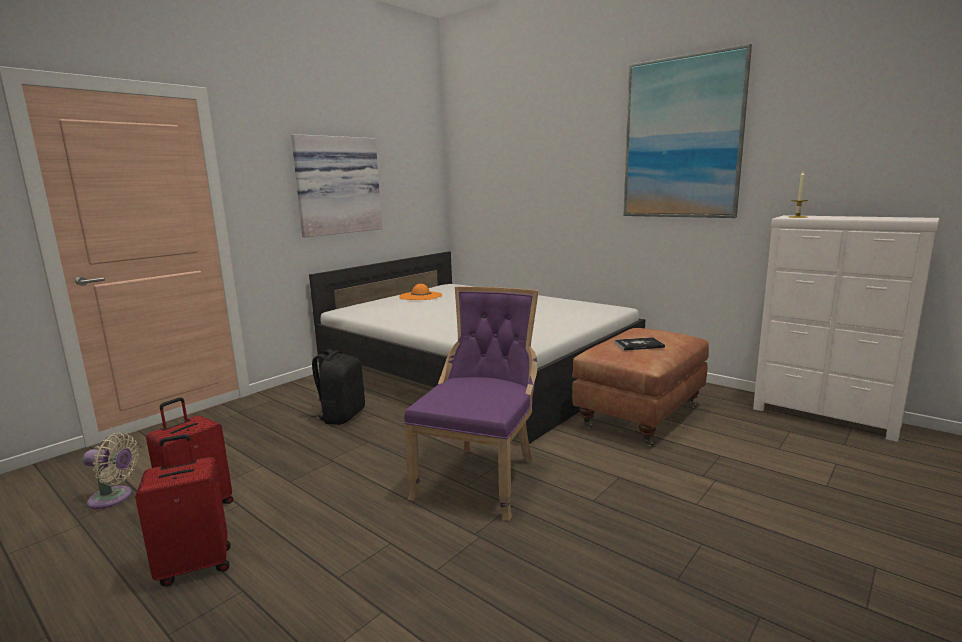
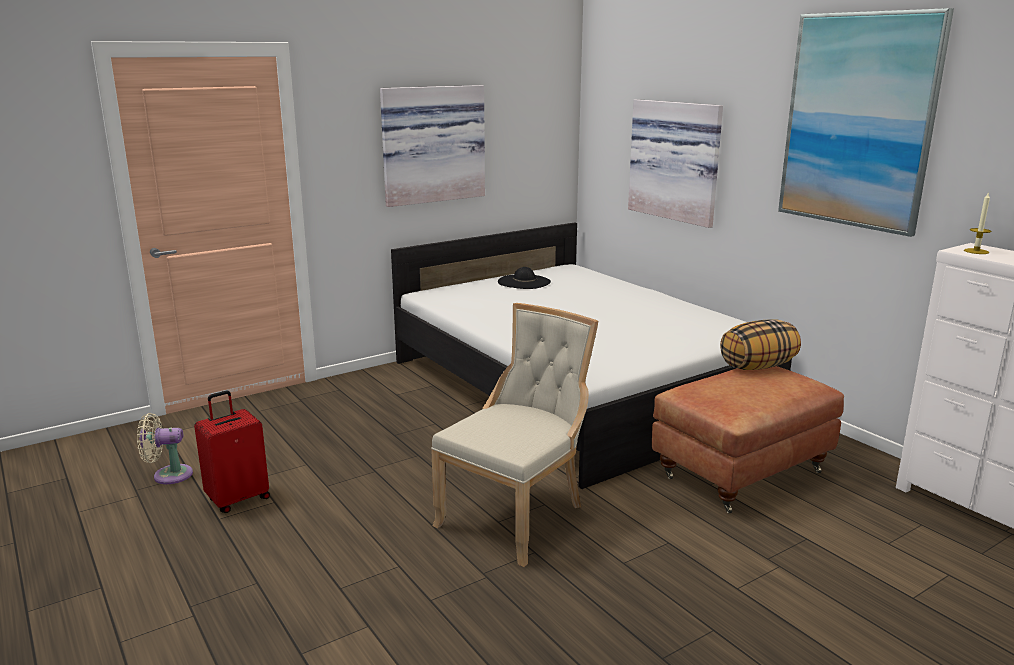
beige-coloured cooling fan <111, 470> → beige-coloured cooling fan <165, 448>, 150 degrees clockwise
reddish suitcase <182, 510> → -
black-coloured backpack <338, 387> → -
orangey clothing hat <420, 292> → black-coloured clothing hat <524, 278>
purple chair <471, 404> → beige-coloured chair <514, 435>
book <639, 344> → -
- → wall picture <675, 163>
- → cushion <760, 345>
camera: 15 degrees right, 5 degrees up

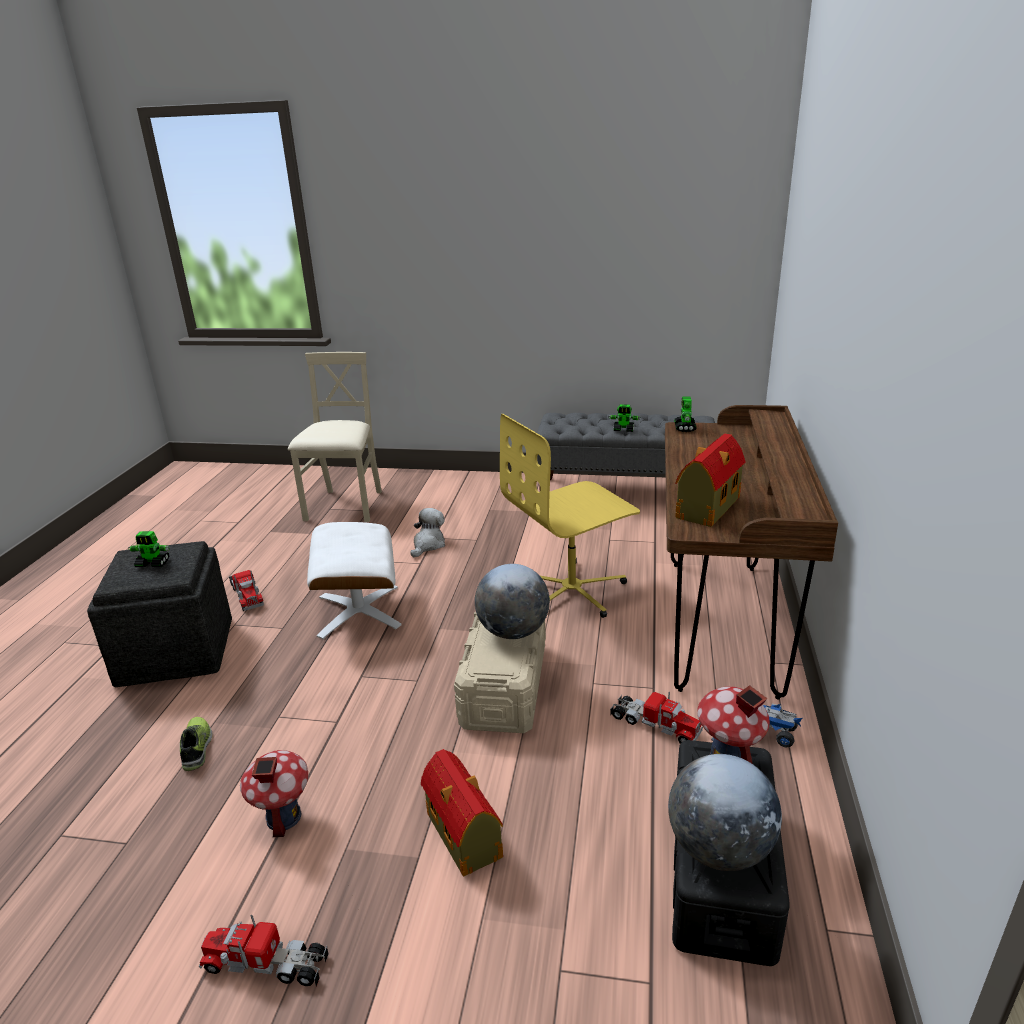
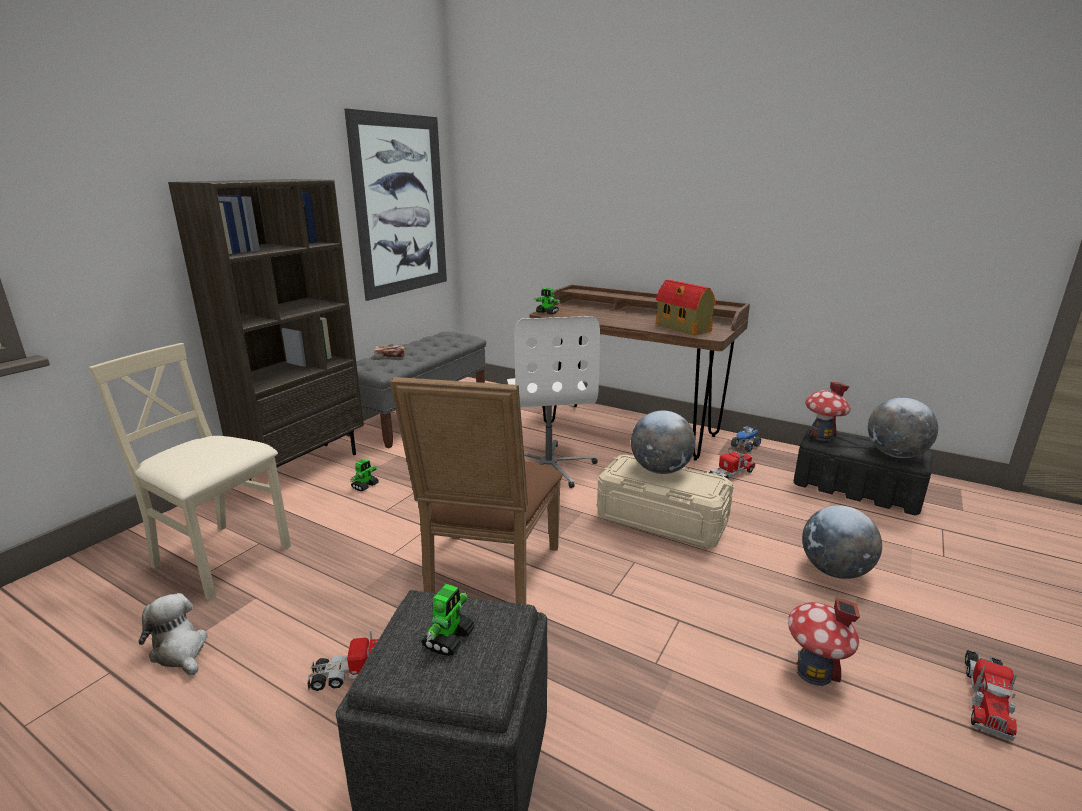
low shoe <196, 744> → -
white-coloured pouffe <354, 580> → brownish chair <476, 490>
plush toy <427, 532> → plush toy <173, 634>, move
toy house <462, 812> → world globe <842, 542>
yellowish desk chair <570, 516> → white-coloured desk chair <553, 402>
robot figure <624, 418> → robot figure <364, 475>, move
- → brownish shelving unit <266, 330>
- → wall picture <395, 205>
- → book <389, 351>
camera: 70 degrees left, 5 degrees down

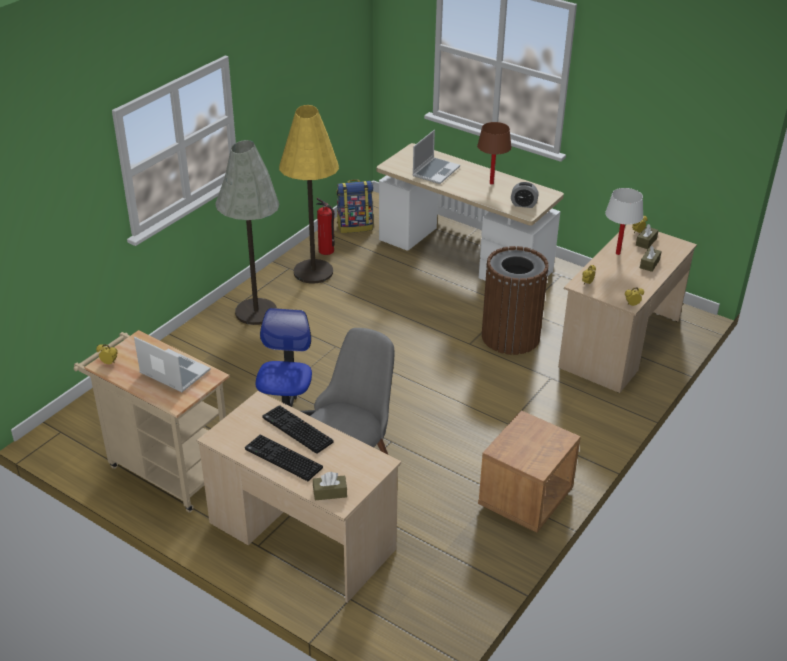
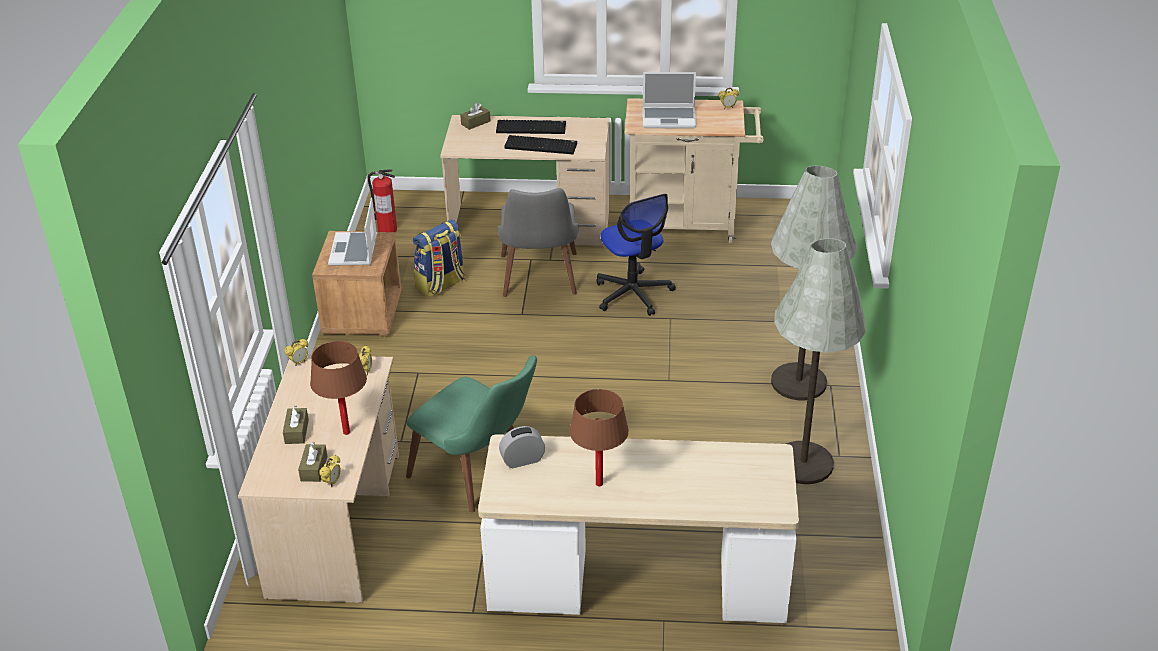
yellowish standing lamp <309, 194> → greyish standing lamp <819, 361>
extinguisher <325, 226> → extinguisher <382, 200>, move
backpack <354, 206> → backpack <439, 258>, move
notebook computer <436, 157> → notebook computer <352, 231>, move
brownish waste bin <515, 300> → greenish chair <471, 434>
white-coloured lamp for a table <624, 221> → brownish lamp for a table <338, 388>
camera: 150 degrees right, 0 degrees up

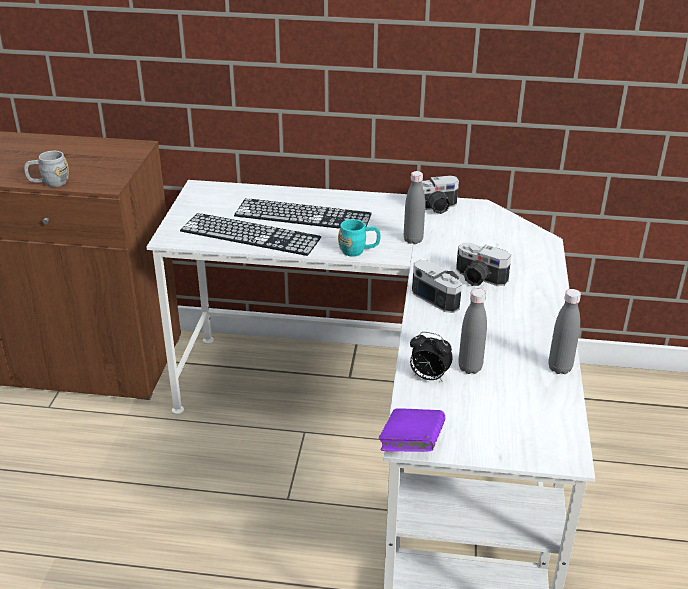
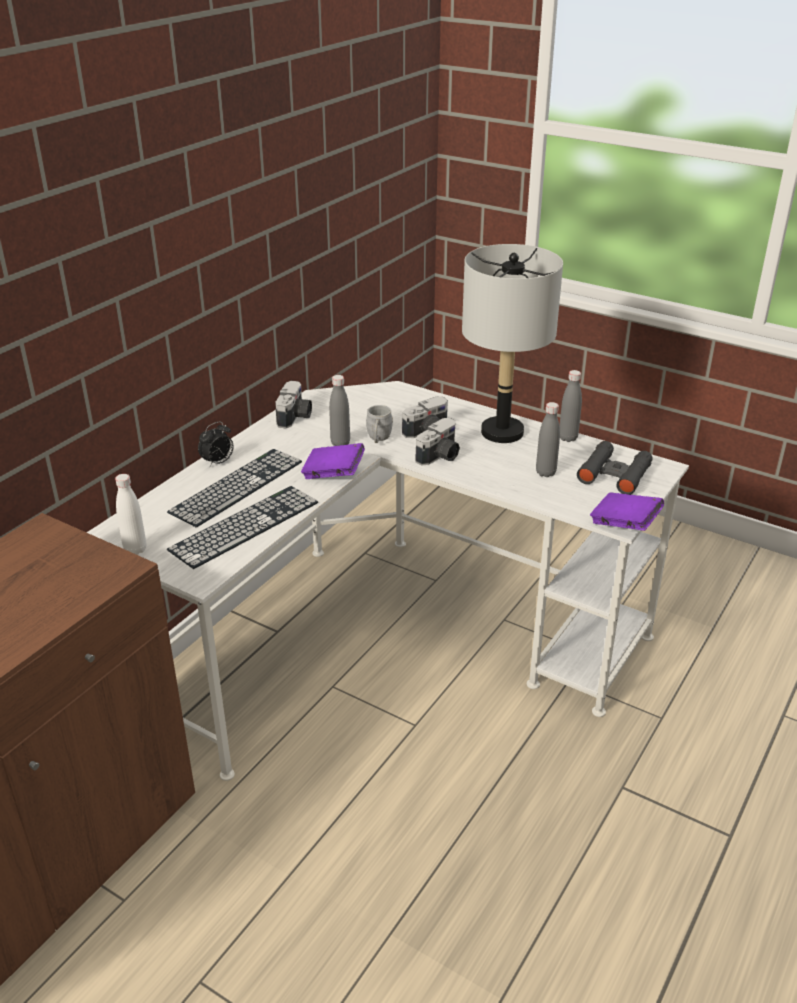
greyish mug <46, 169> → greyish mug <379, 424>, move
blue-green mug <359, 237> → purple book <333, 461>
bedside clock <431, 357> → bedside clock <216, 444>, move
photo camera <437, 286> → photo camera <437, 442>, 150 degrees clockwise
- → white-coloured drink bottle <130, 514>
- → greyish lamp for a table <512, 343>
- → black-coloured binoculars <615, 468>
camera: 65 degrees left, 0 degrees up

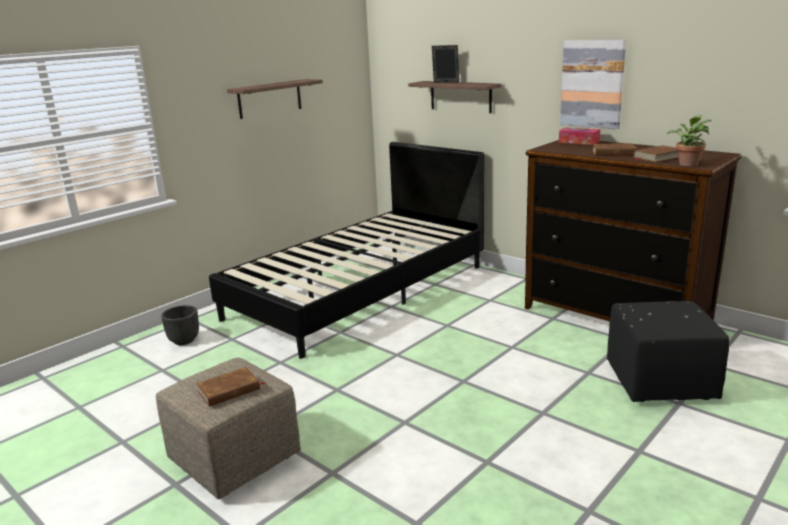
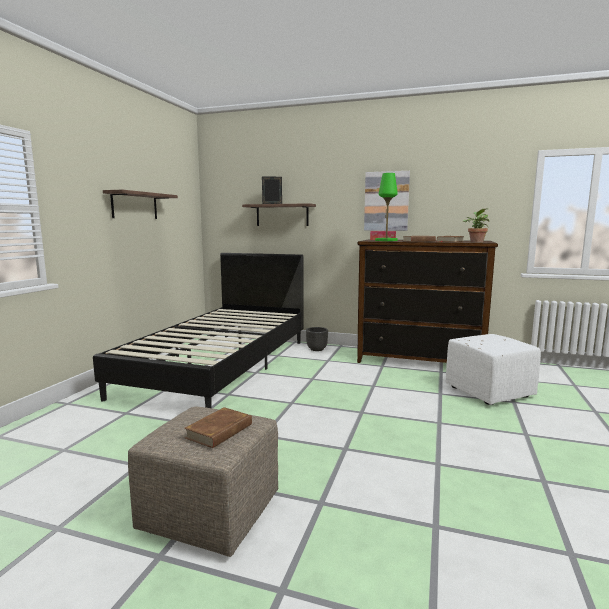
black-coloured planter <180, 325> → black-coloured planter <317, 339>, move
black-coloured pouffe <668, 351> → white-coloured pouffe <493, 369>
- → greenish lamp for a table <386, 207>
camera: 25 degrees left, 10 degrees down

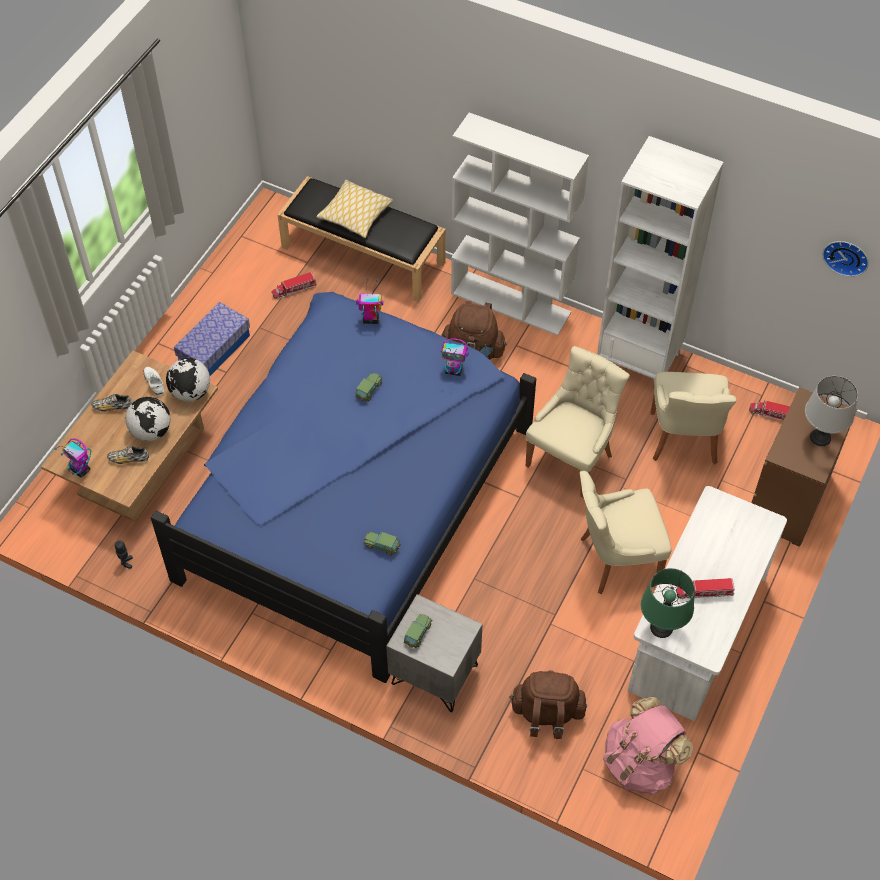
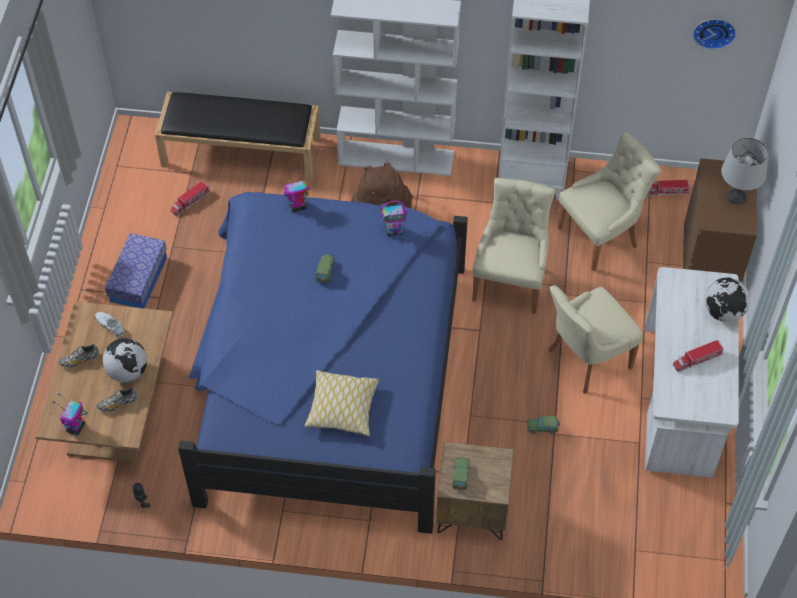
robot figure <73, 457> → robot figure <70, 414>, 90 degrees clockwise
world globe <188, 380> → world globe <727, 300>, move
cushion <354, 209> → cushion <342, 403>, move
toy car <381, 544> → toy car <543, 425>, move
greyish nightstand <434, 653> → brownish nightstand <474, 491>
brownish backpack <548, 704> → -
pinkish backpack <648, 746> → -
greenish lamp for a table <668, 603> → -
beige-coloured chair <694, 418> → beige-coloured chair <609, 201>, 105 degrees counterclockwise
camera: 20 degrees left, 0 degrees up

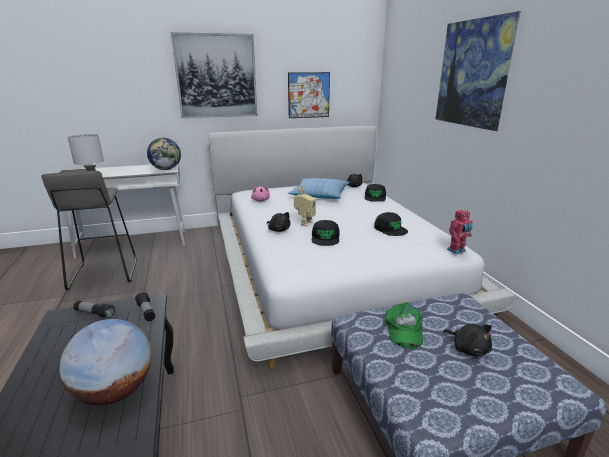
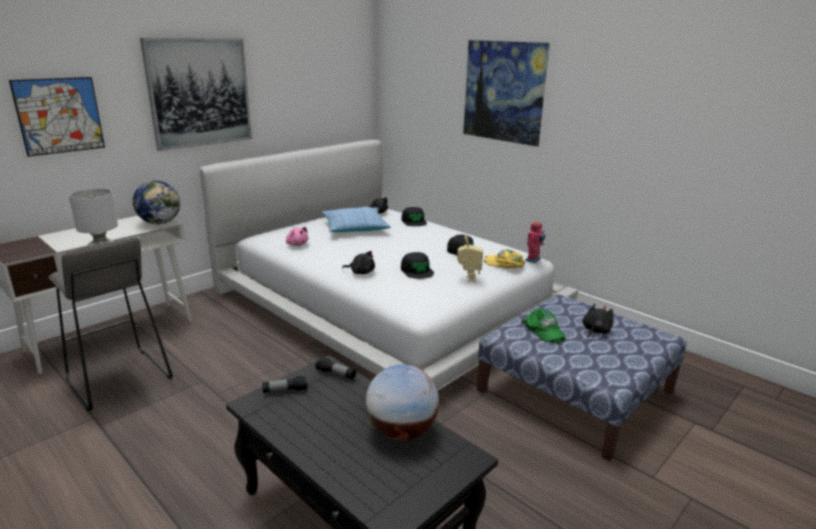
wall picture <309, 95> → wall picture <57, 117>, move
robot figure <305, 206> → robot figure <470, 258>, move
black-coloured plush toy <467, 340> → black-coloured plush toy <598, 321>, 75 degrees counterclockwise
- → yellowish cap <504, 258>
camera: 30 degrees left, 0 degrees up

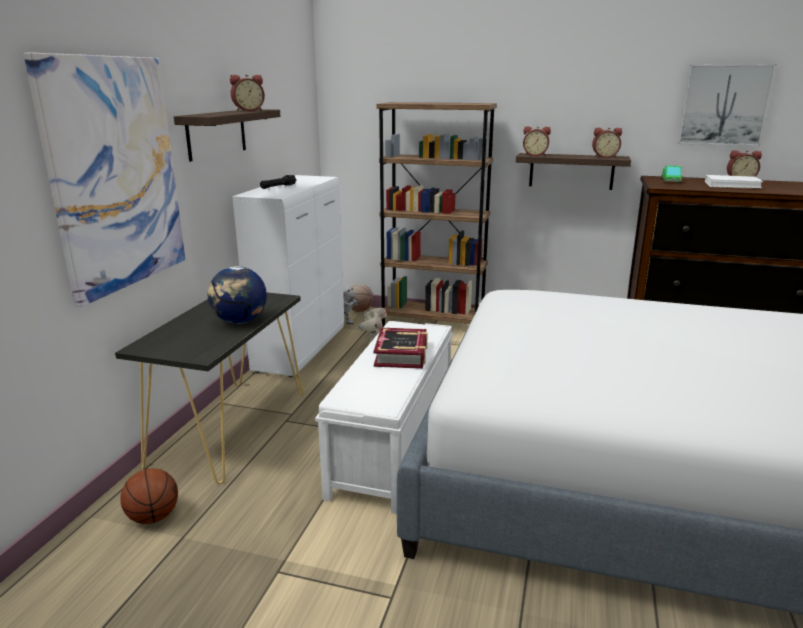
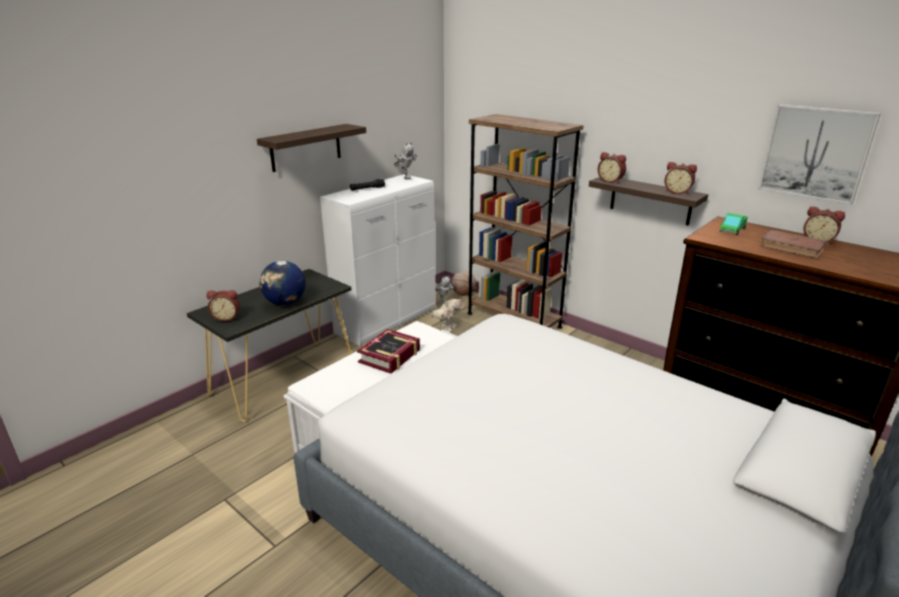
wall picture <104, 179> → -
ball for basketball <149, 496> → -
bedside clock <247, 93> → bedside clock <223, 305>, move
white-coloured book <734, 182> → brownish book <793, 244>
- → robot figure <405, 161>
camera: 25 degrees right, 5 degrees up

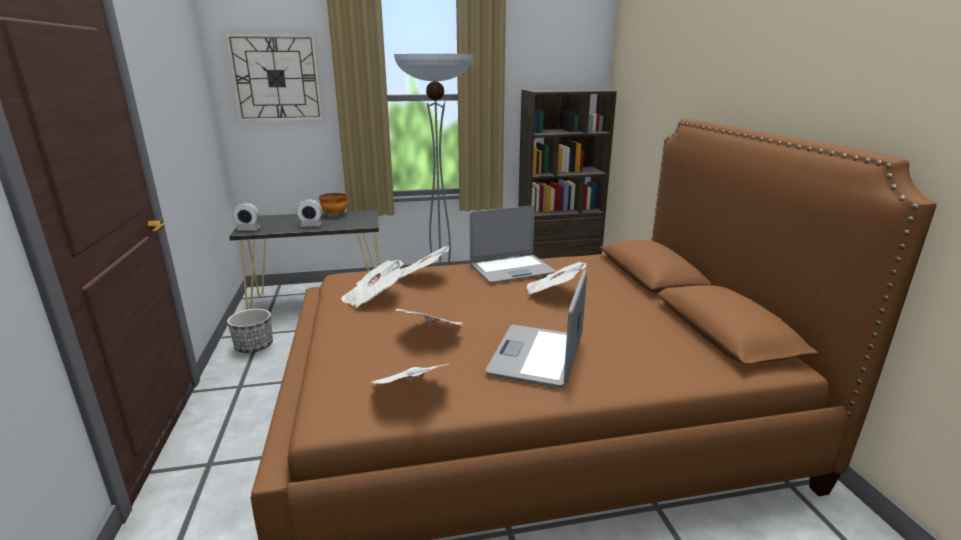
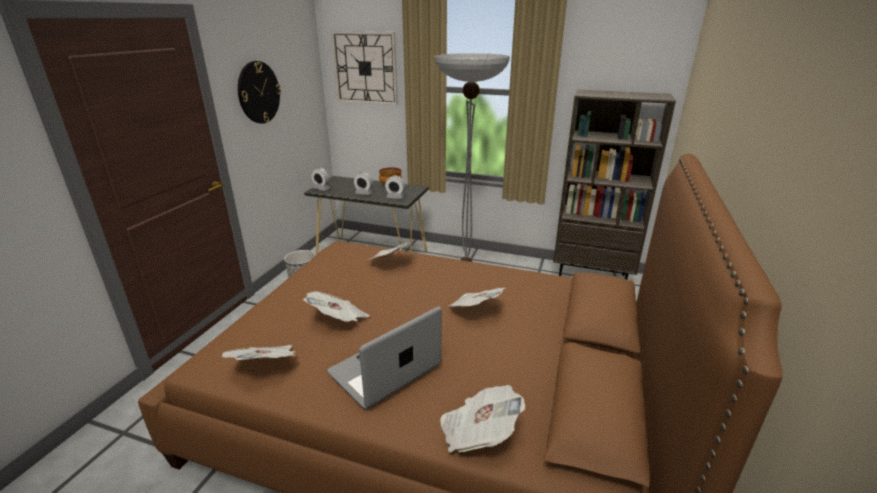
printed paper <372, 283> → printed paper <482, 418>, move
notebook computer <513, 244> → -
- → clock on the wall <259, 92>
- → bedside clock <395, 187>
camera: 30 degrees right, 5 degrees up

